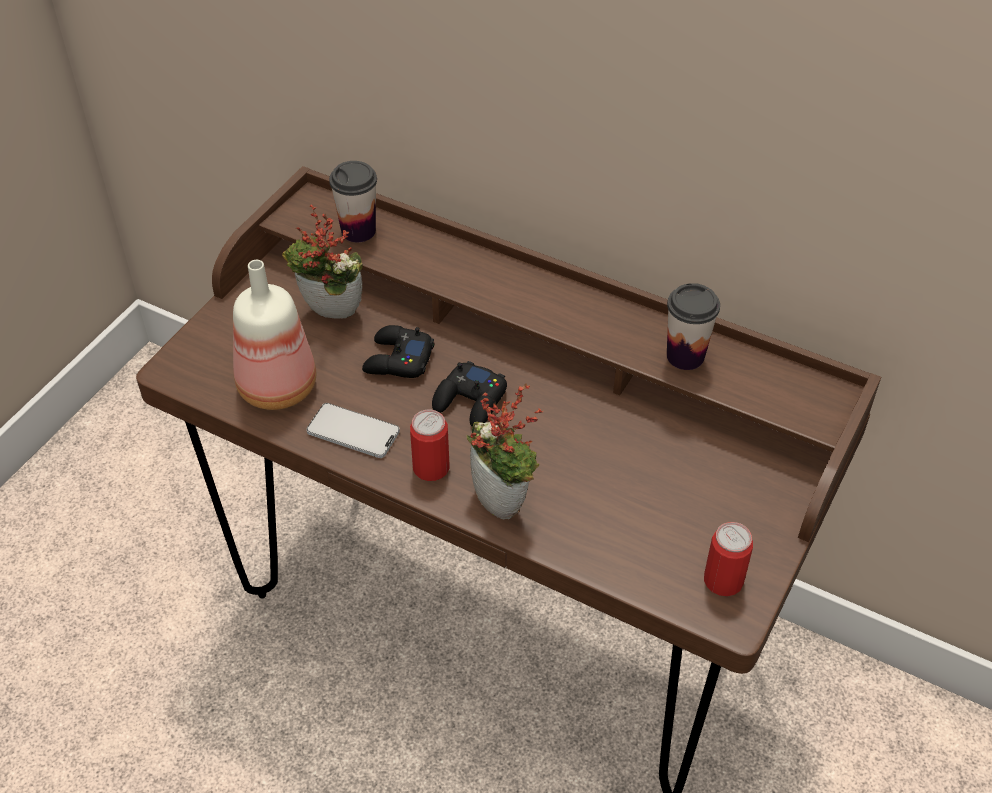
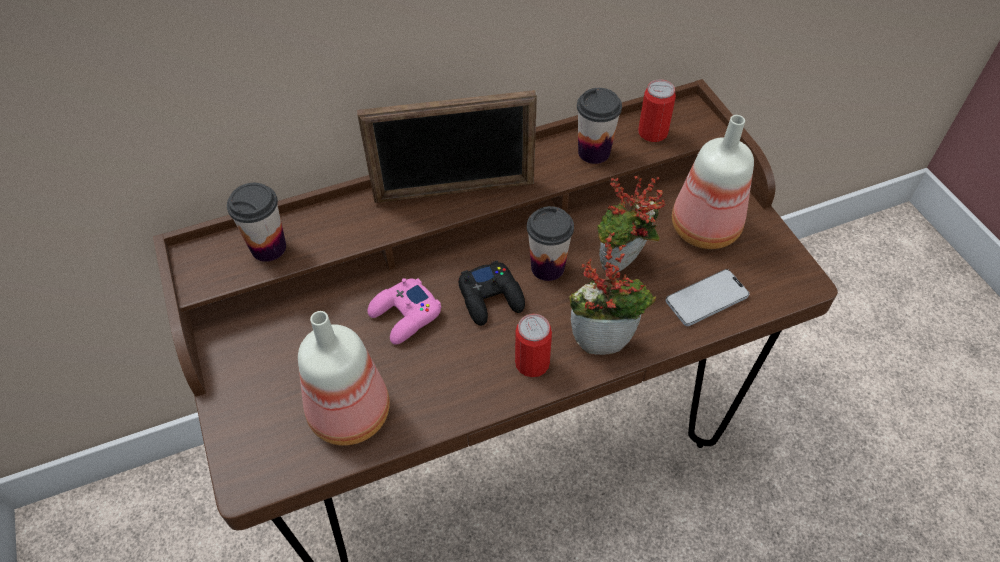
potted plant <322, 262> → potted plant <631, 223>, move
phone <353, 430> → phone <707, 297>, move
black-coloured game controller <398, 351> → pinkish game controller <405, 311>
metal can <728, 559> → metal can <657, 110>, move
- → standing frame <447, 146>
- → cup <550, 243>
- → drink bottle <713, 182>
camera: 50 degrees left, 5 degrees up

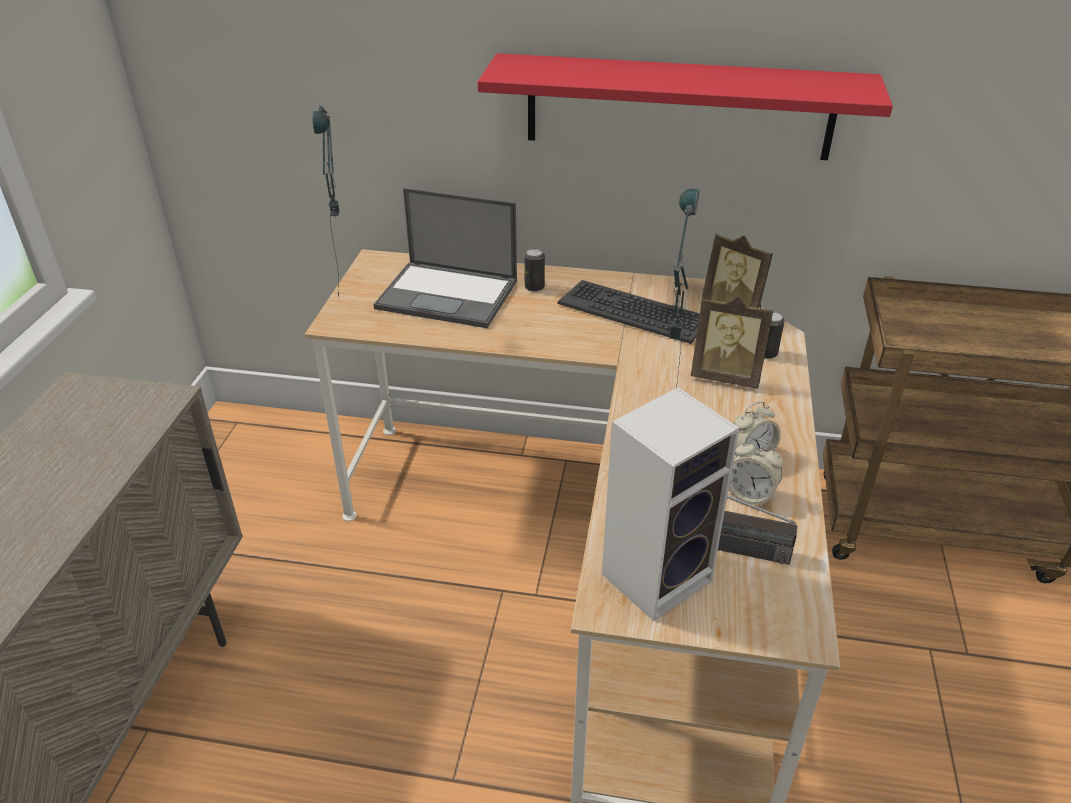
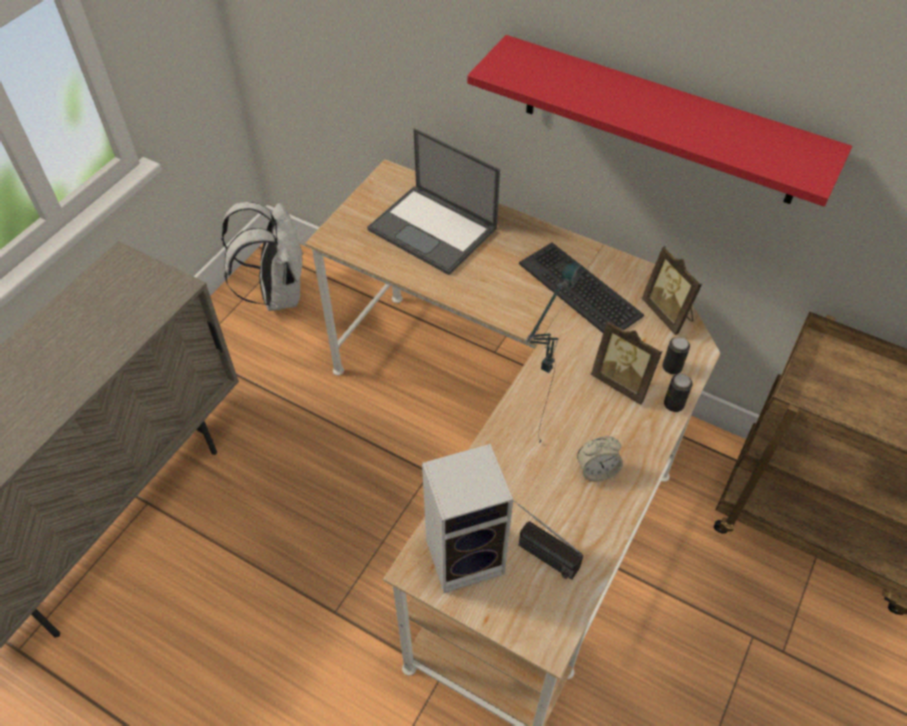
lamp for a table <325, 200> → -
metal can <534, 270> → metal can <678, 393>, move
bedside clock <756, 473> → -
- → white-coloured backpack <262, 256>
camera: 20 degrees right, 15 degrees up

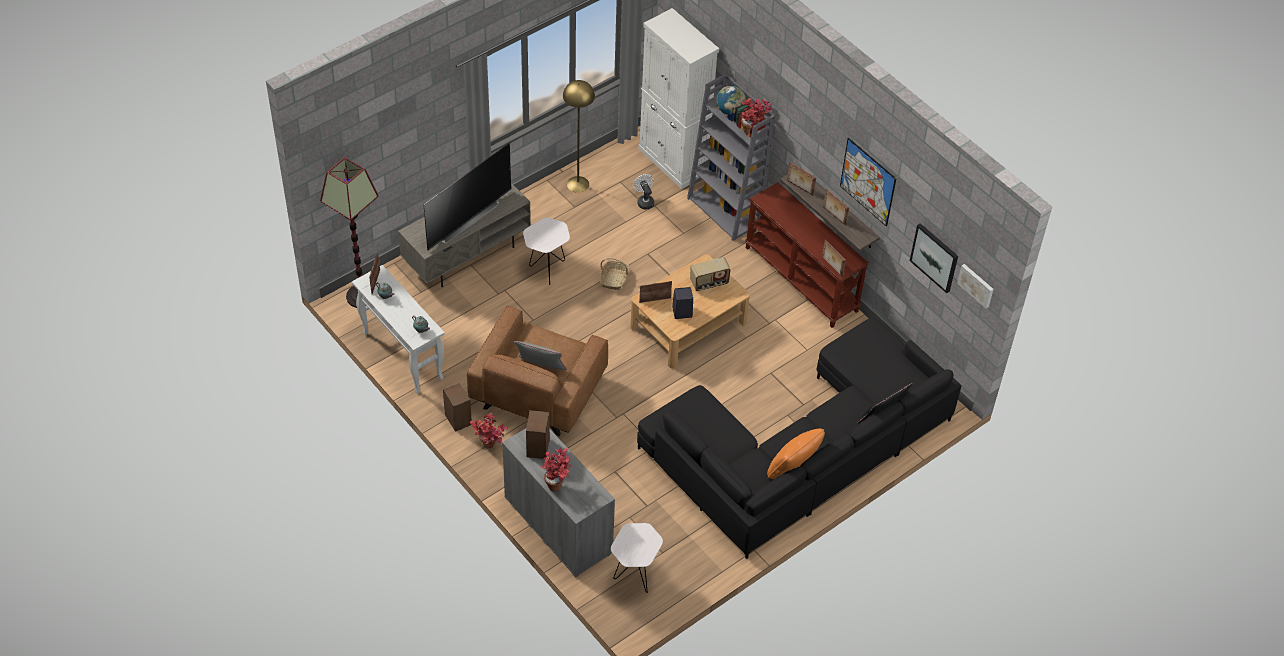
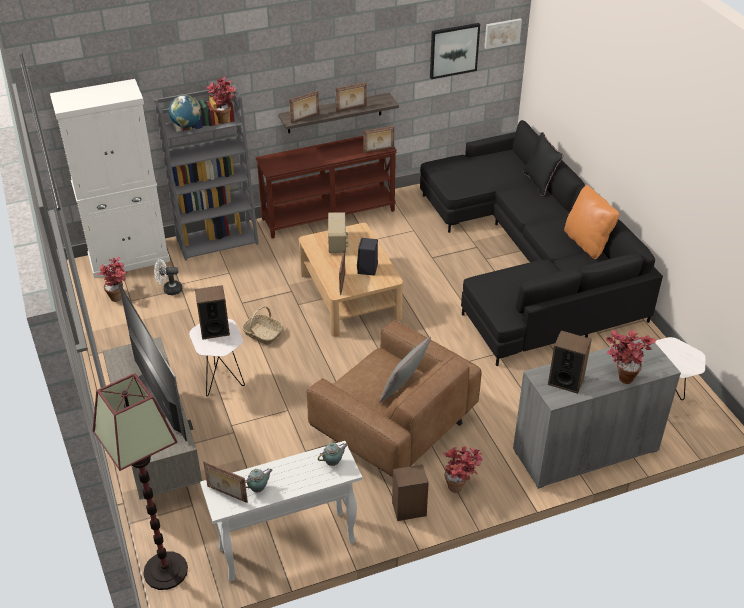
yellowish standing lamp <579, 136> → -
wall picture <868, 182> → -
- → potted plant <112, 279>
- → loudspeaker <212, 312>
camera: 70 degrees left, 10 degrees down

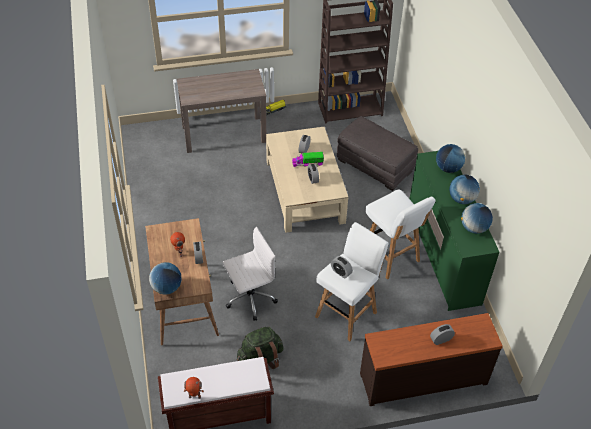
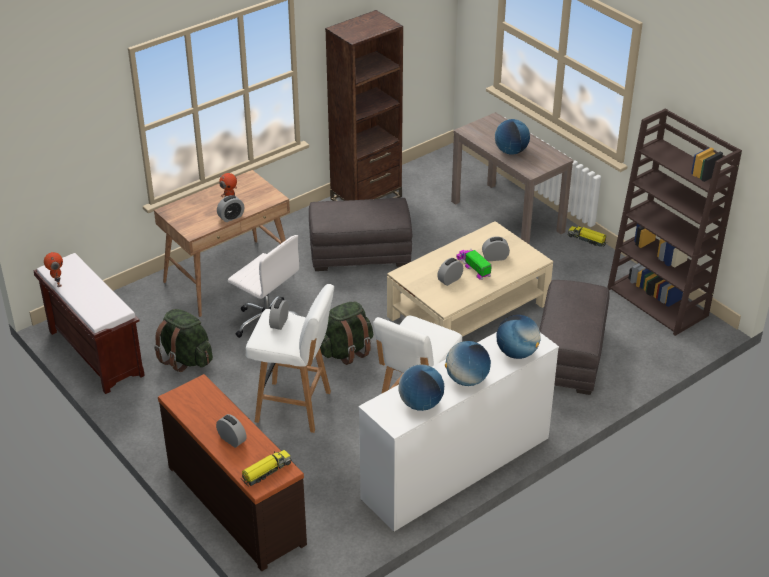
world globe <165, 278> → world globe <512, 136>, move
greenish dresser <454, 231> → white-coloured dresser <458, 432>
- → toy truck <266, 468>
- → greyish pouffe <361, 234>
- → greenish backpack <346, 333>
- → brownish shelving unit <364, 105>
camera: 65 degrees right, 10 degrees down

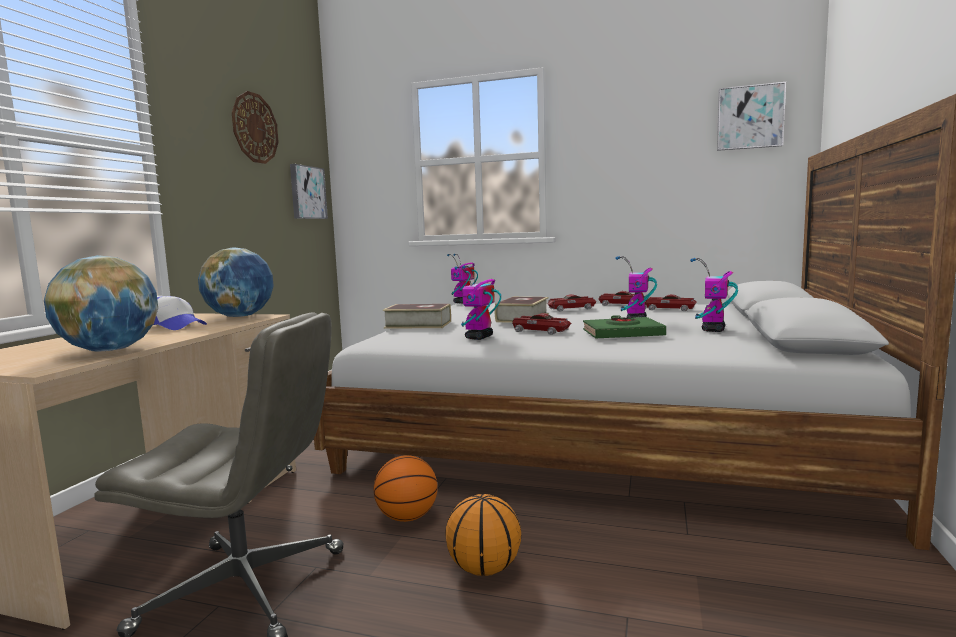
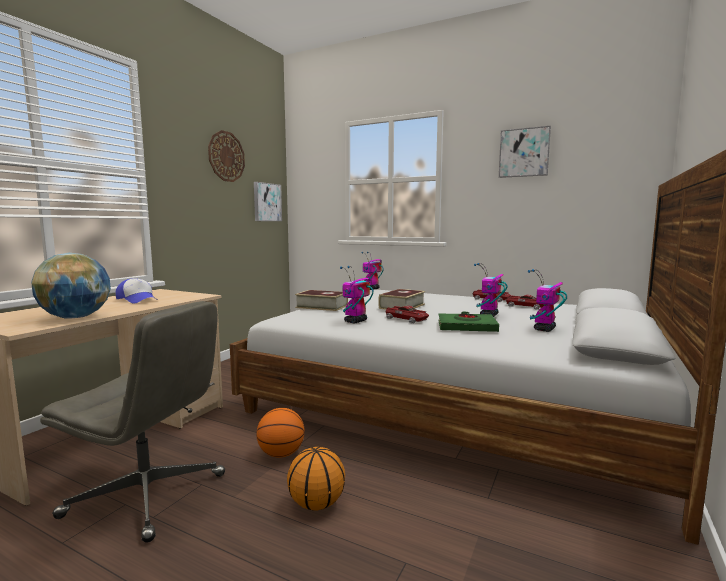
world globe <236, 282> → -
toy car <572, 302> → -
wall picture <751, 116> → wall picture <525, 152>, move
camera: 10 degrees right, 0 degrees up

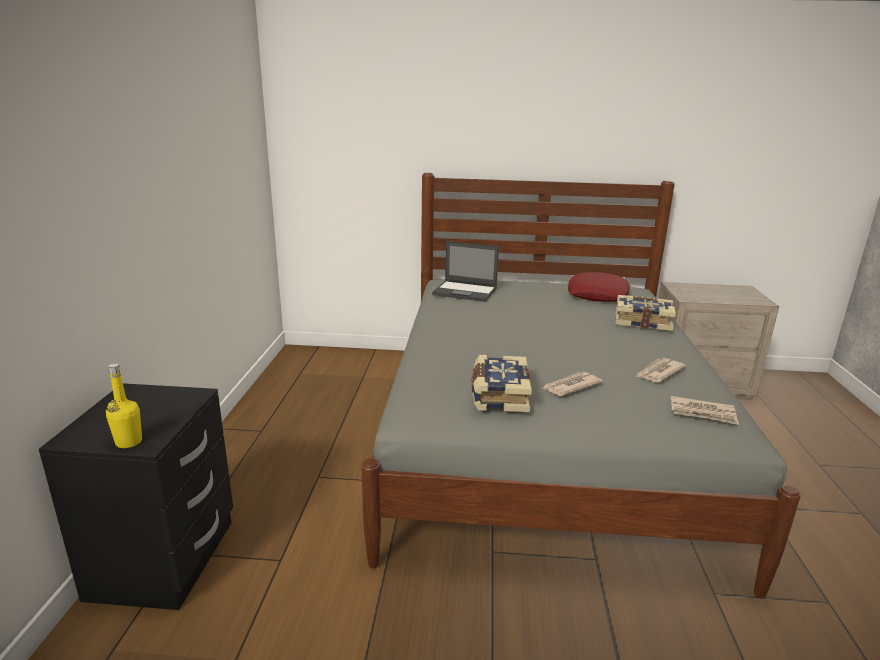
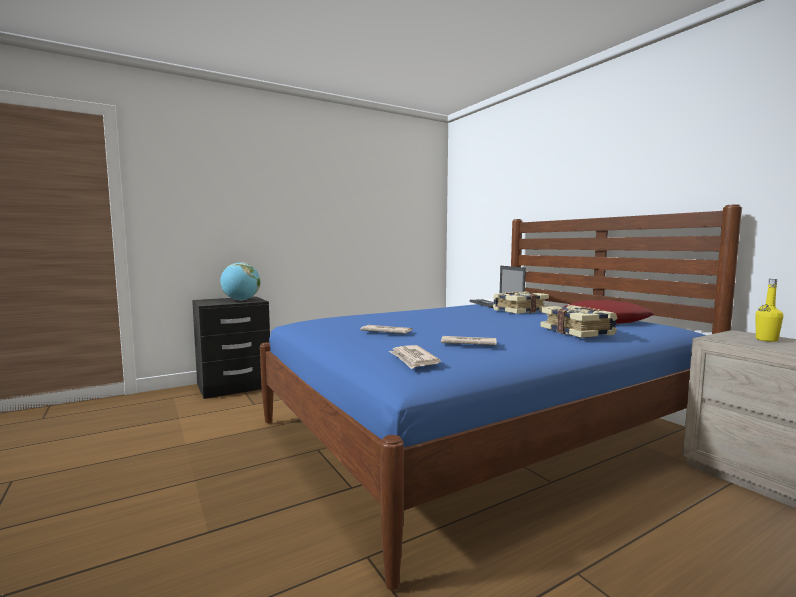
yellowish drink bottle <124, 405> → yellowish drink bottle <769, 310>, move
greyish bedroom bed <581, 386> → bluish bedroom bed <501, 397>
book <501, 384> → book <521, 303>, move
- → world globe <240, 281>
camera: 55 degrees right, 15 degrees down

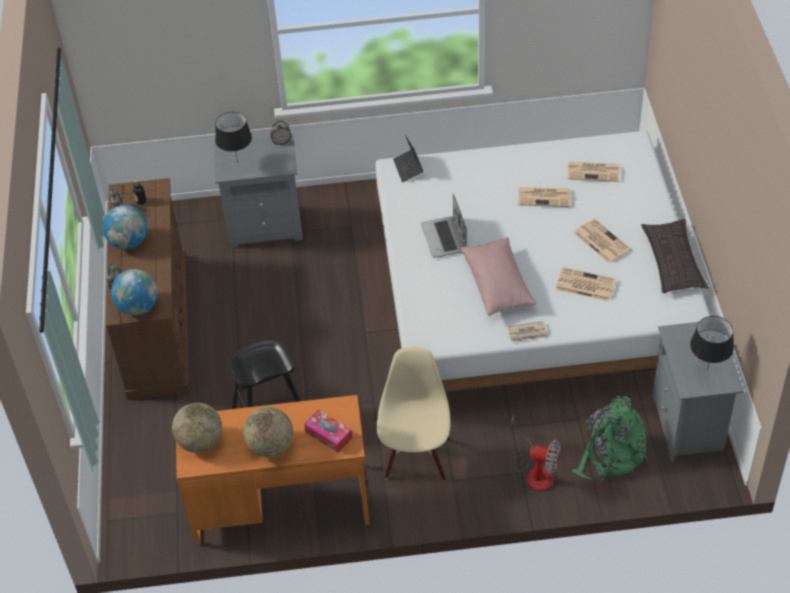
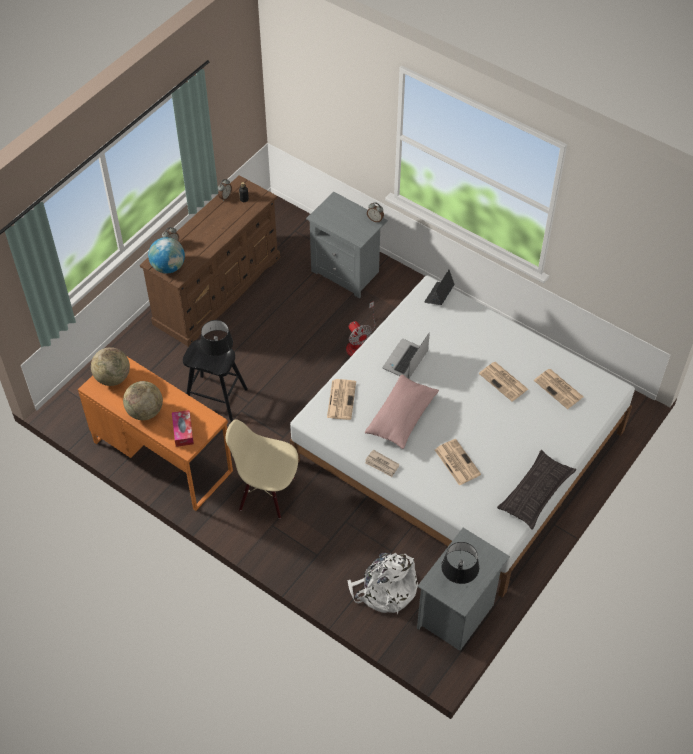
world globe <125, 227> → -
black-coloured lamp for a table <233, 137> → black-coloured lamp for a table <216, 339>, move
beige-coloured chair <414, 413> → beige-coloured chair <262, 469>, 120 degrees counterclockwise
cooling fan <536, 452> → cooling fan <360, 328>, move
greenish backpack <610, 439> → white-coloured backpack <382, 583>
printed paper <602, 241> → printed paper <341, 399>, move
camera: 40 degrees right, 5 degrees up

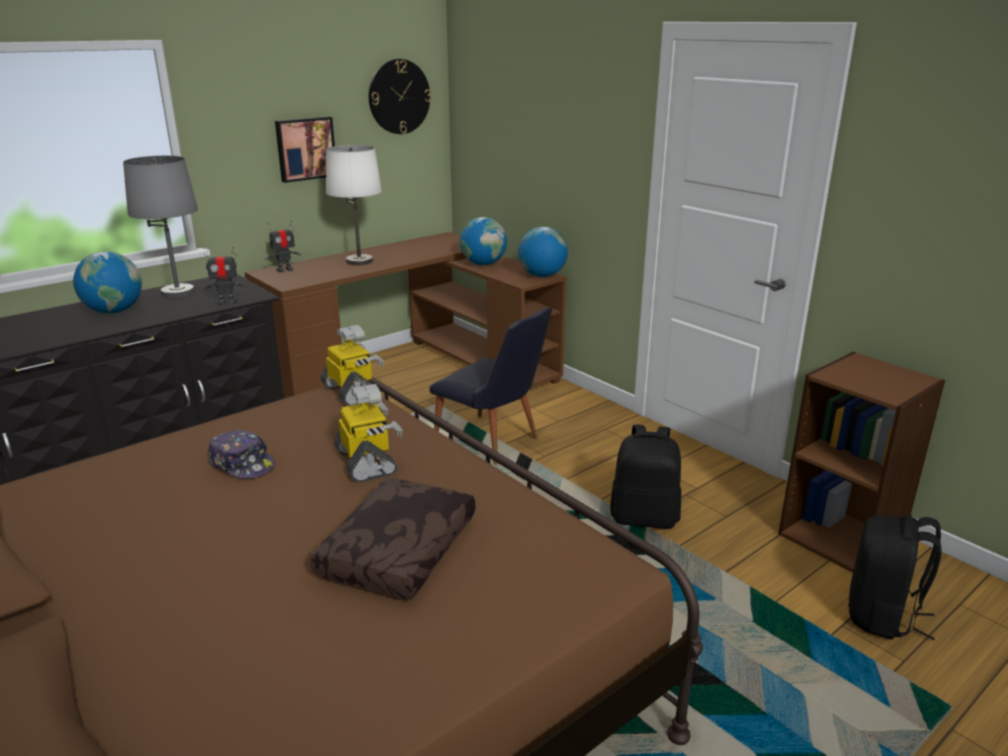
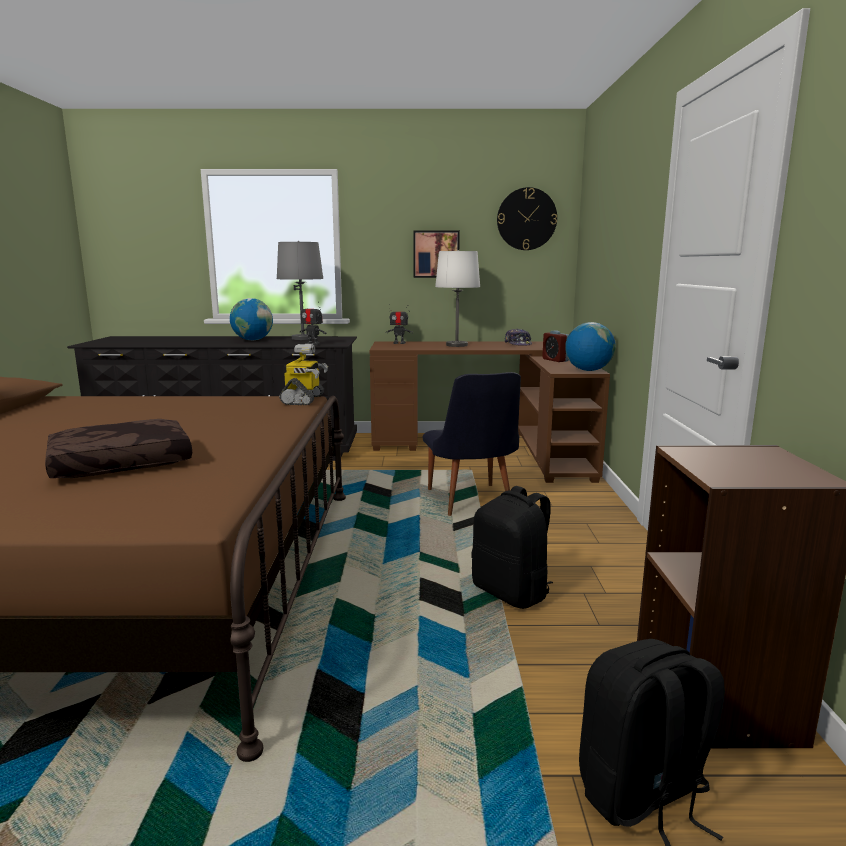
cap <241, 454> → cap <518, 337>, move
robot figure <368, 433> → -
world globe <483, 241> → bedside clock <555, 346>
camera: 40 degrees right, 10 degrees down

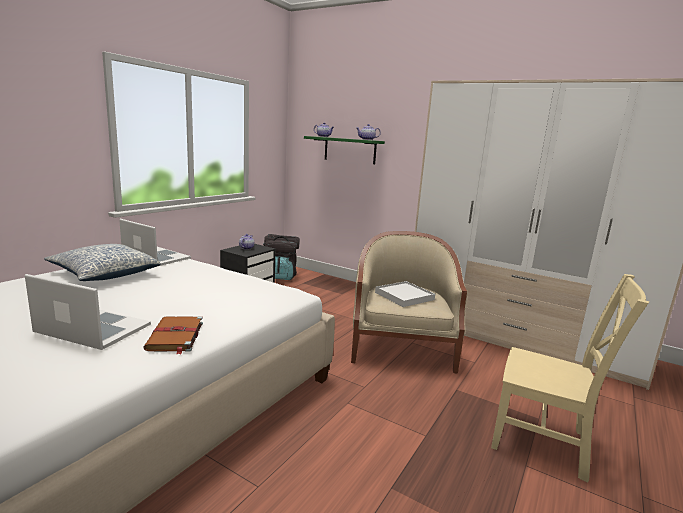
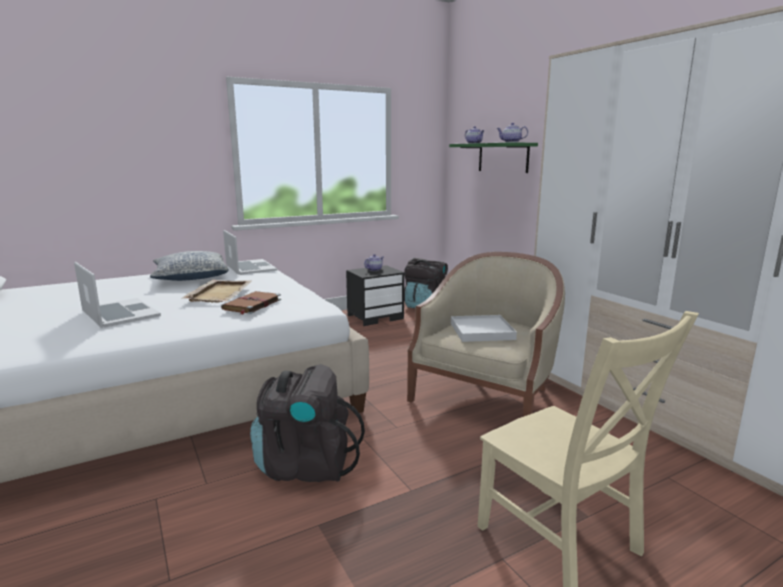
brownish book <173, 335> → brownish book <251, 303>, move
- → beige-coloured serving tray <216, 291>
- → black-coloured backpack <307, 423>
camera: 30 degrees right, 0 degrees up

